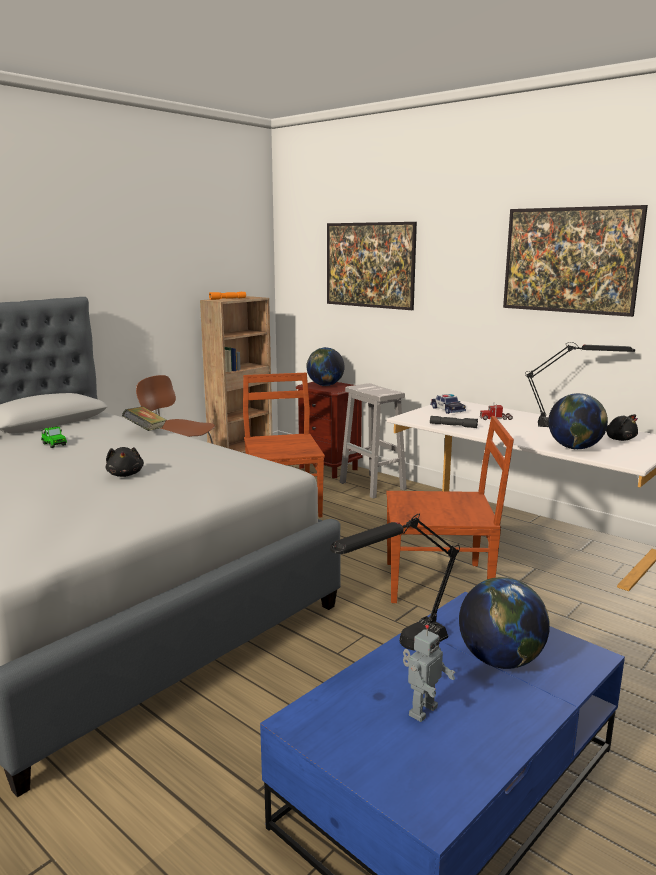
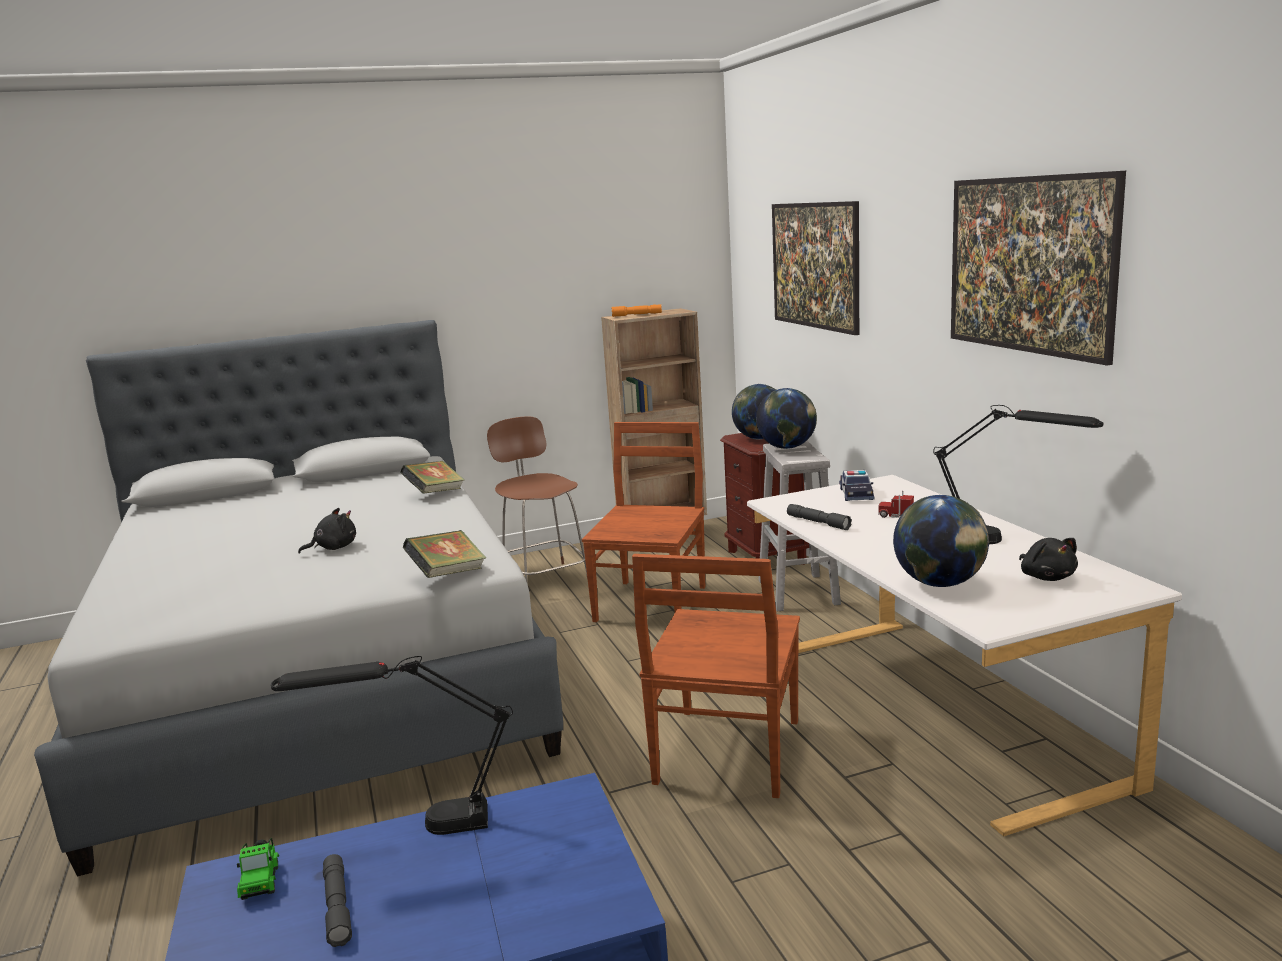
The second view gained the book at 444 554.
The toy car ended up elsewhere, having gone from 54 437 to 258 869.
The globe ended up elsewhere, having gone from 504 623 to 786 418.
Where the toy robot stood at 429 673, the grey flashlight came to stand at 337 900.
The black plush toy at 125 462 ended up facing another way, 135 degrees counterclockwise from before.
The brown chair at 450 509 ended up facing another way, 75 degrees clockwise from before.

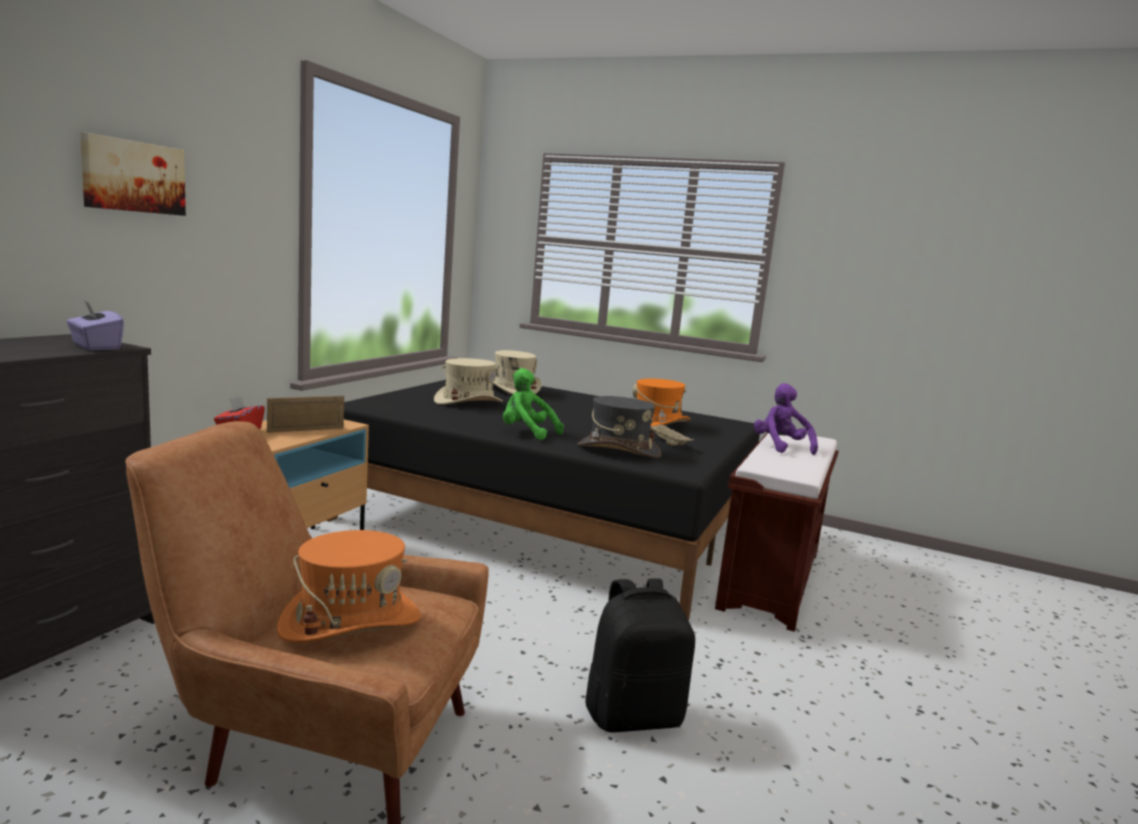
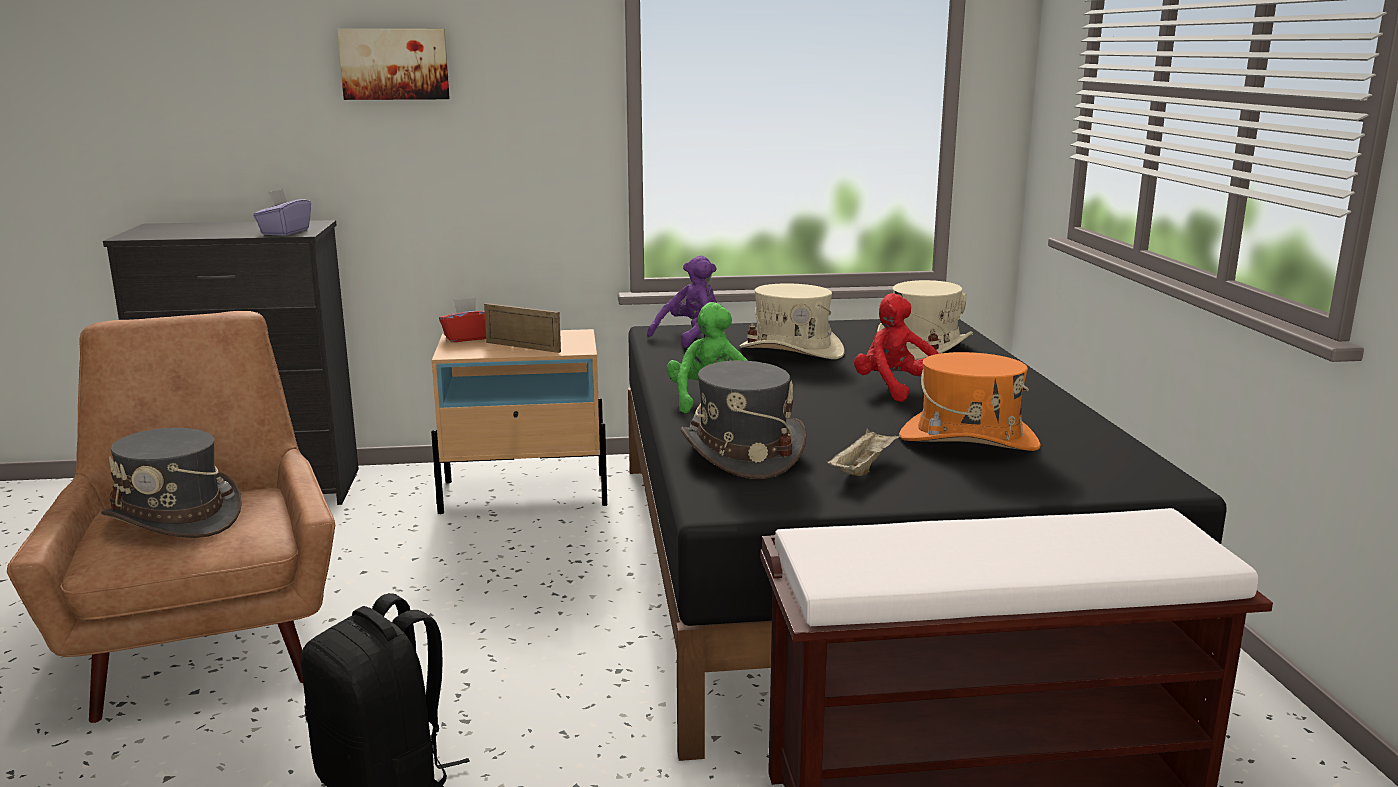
The second view gained the red plush toy at 896 347.
The purple plush toy ended up elsewhere, having gone from 786 419 to 682 302.
What was the orange hat at 349 586 turned into the grey hat at 171 483.

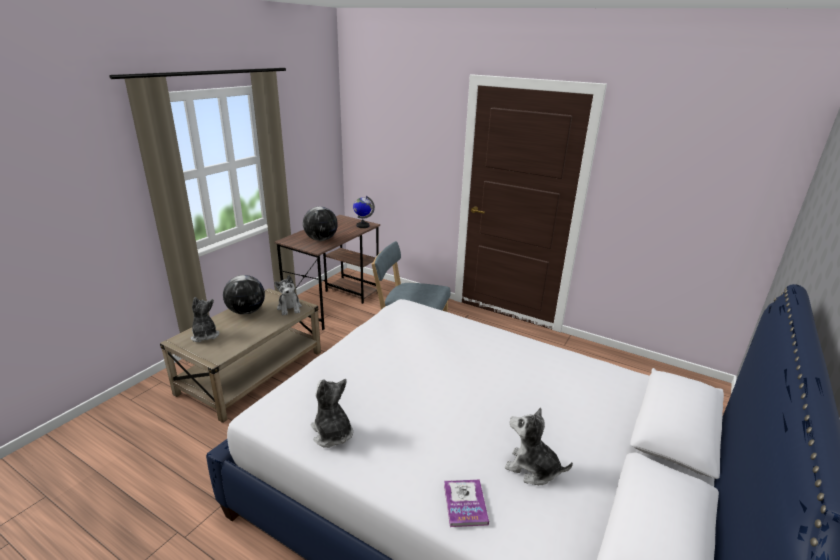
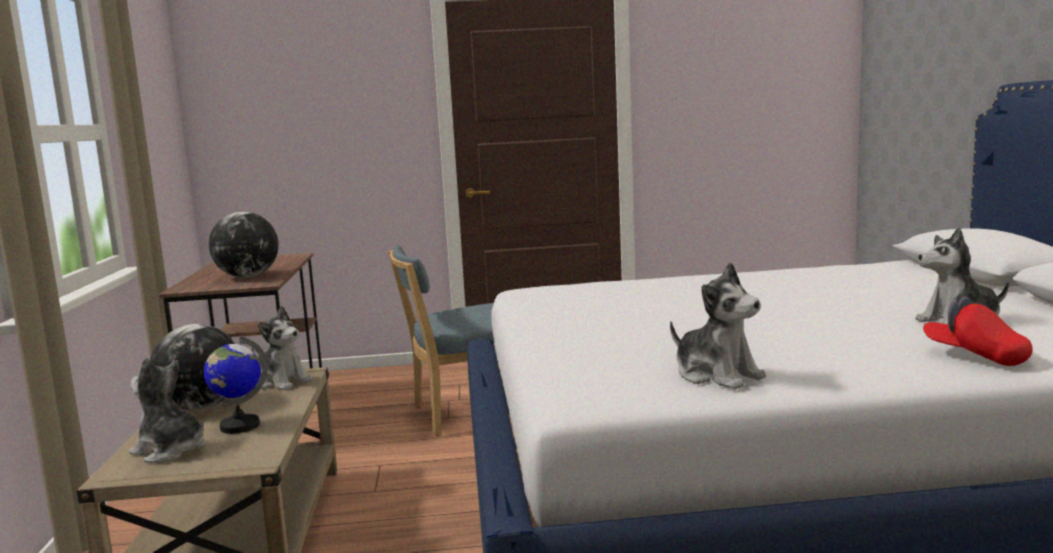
The globe ended up elsewhere, having gone from 364 212 to 236 385.
Where the book stood at 466 503, the red cap came to stand at 977 331.
The plush toy at 332 413 ended up facing another way, 150 degrees counterclockwise from before.

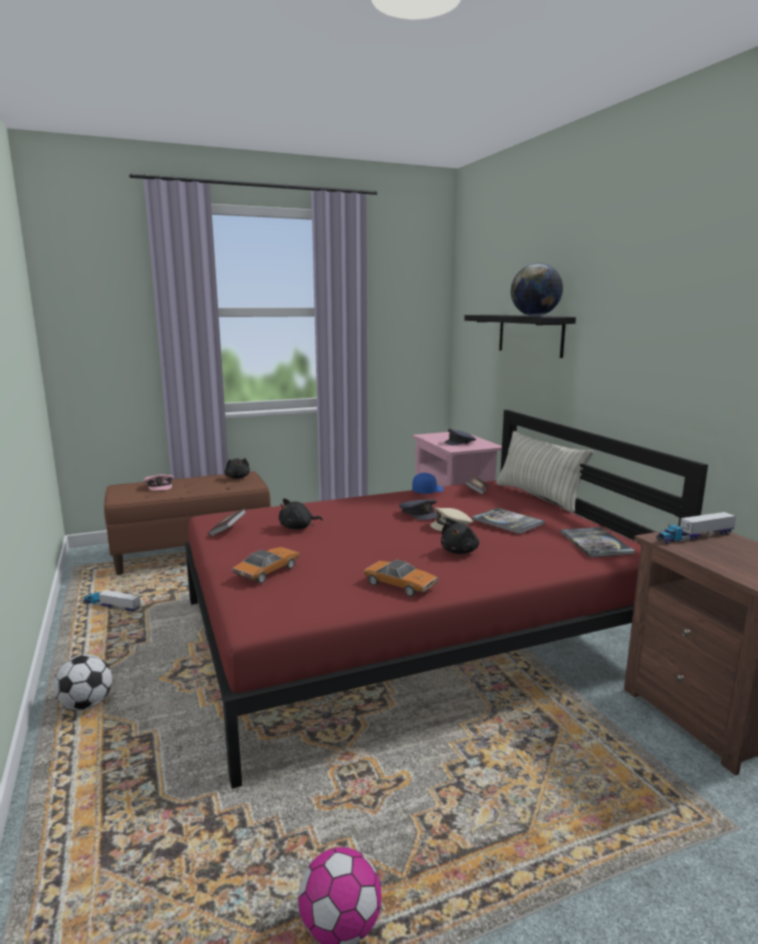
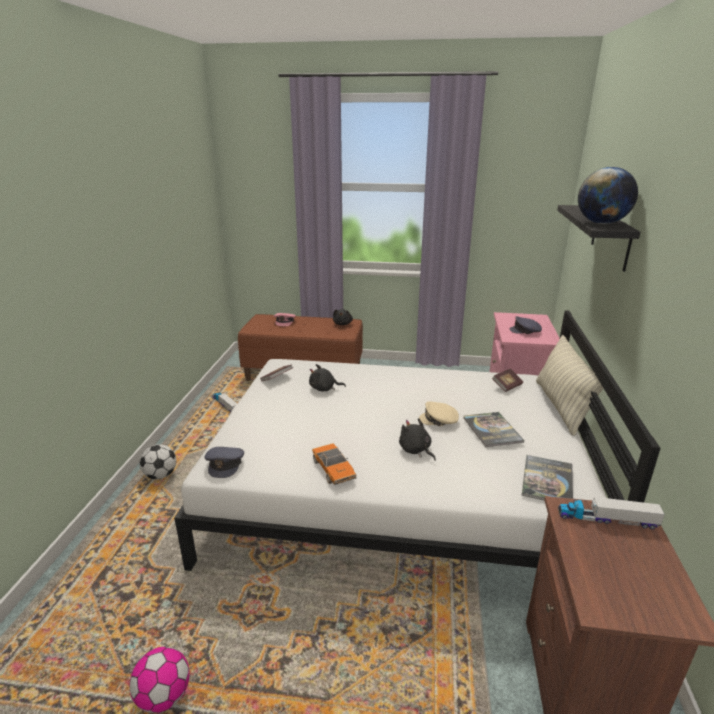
The second view lost the toy car at 265 565.
The second view lost the blue cap at 428 483.
The grey cap ended up elsewhere, having gone from 418 509 to 224 462.
What was the red bed at 446 599 turned into the white bed at 417 440.
The black plush toy at 460 538 ended up facing another way, 90 degrees clockwise from before.

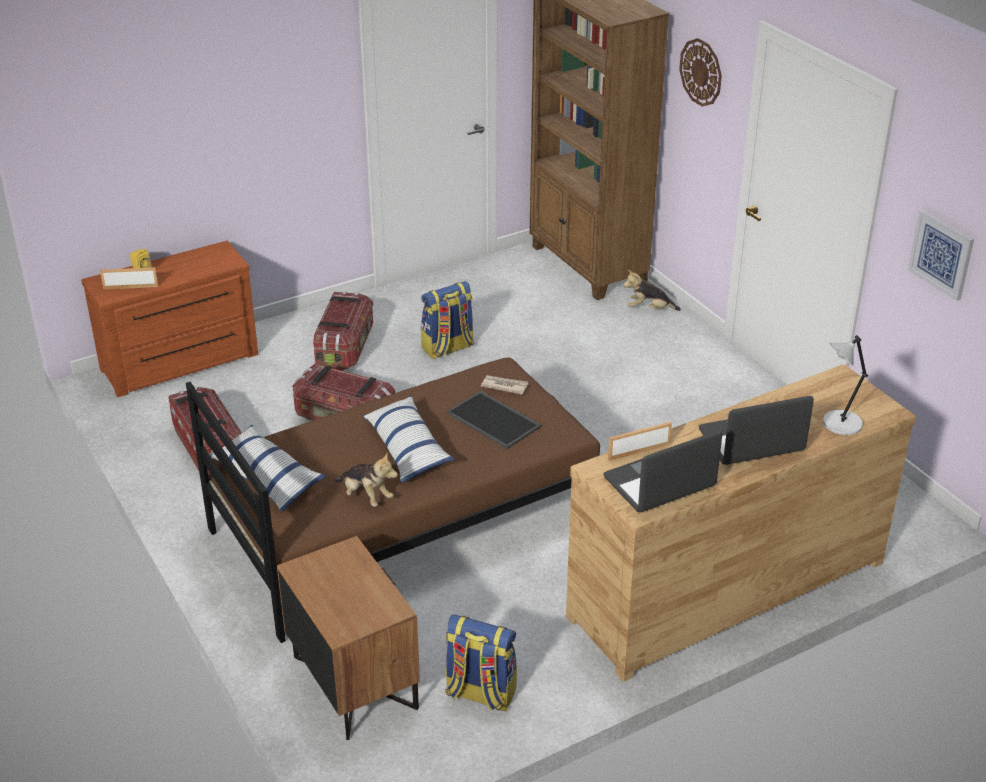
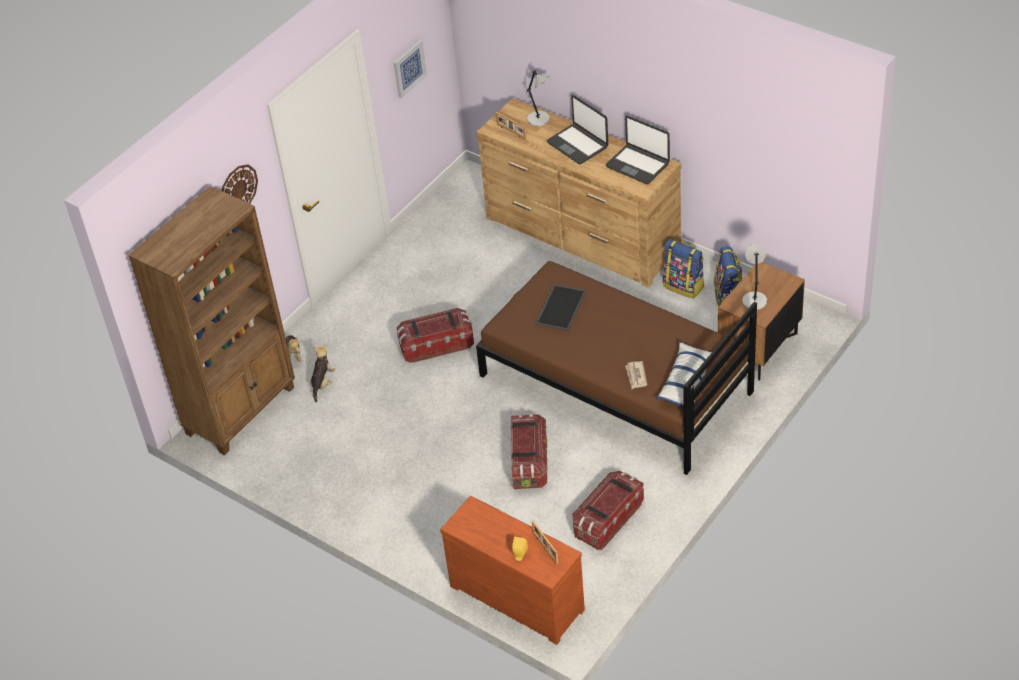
The second view lost the pillow at 409 439.
The second view gained the grey table lamp at 754 277.
The storage box ended up elsewhere, having gone from 343 330 to 435 335.
The plush toy ended up elsewhere, having gone from 366 480 to 322 373.
The backpack ended up elsewhere, having gone from 447 320 to 683 269.
The newspaper ended up elsewhere, having gone from 505 385 to 636 375.
The picture frame ended up elsewhere, having gone from 640 441 to 511 126.

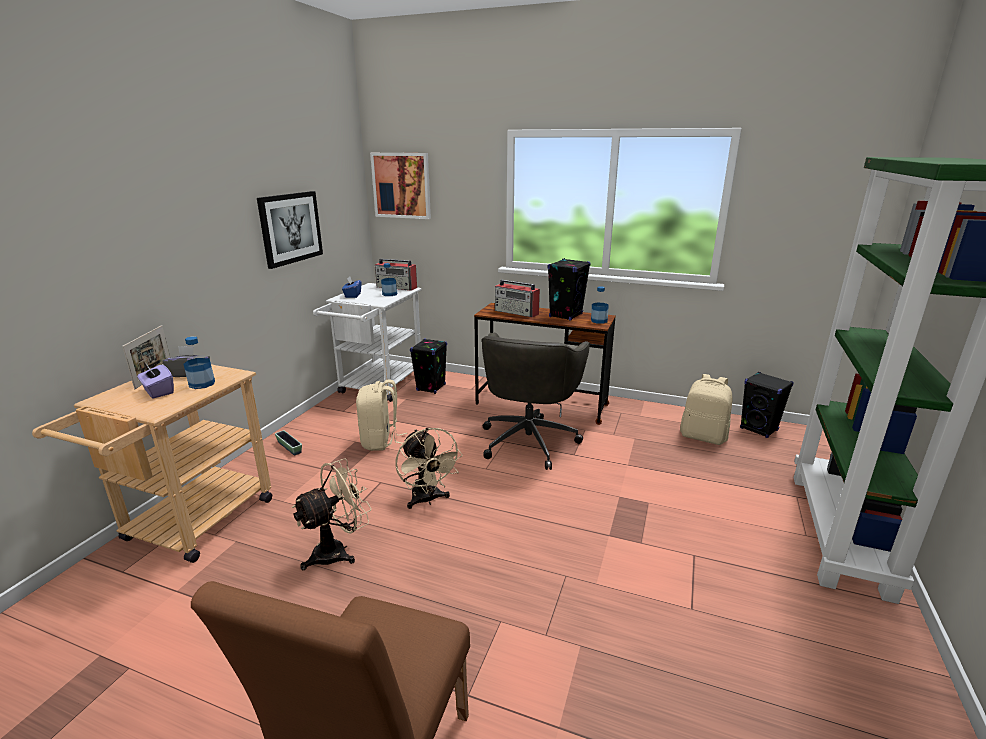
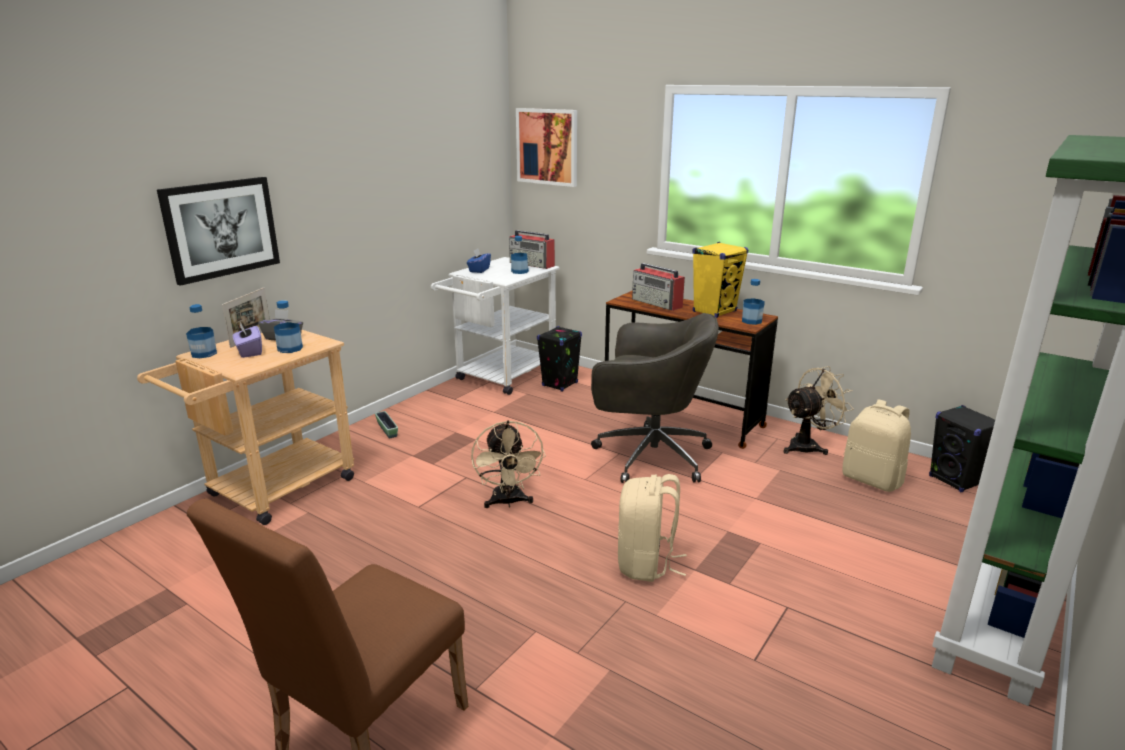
The second view gained the bottle at 201 331.
The picture ended up elsewhere, having gone from 290 230 to 218 231.
The beige fan ended up elsewhere, having gone from 332 514 to 818 410.
The beige backpack ended up elsewhere, having gone from 381 415 to 652 528.
What was the black speaker at 569 289 turned into the yellow speaker at 721 280.
The grey office chair at 535 401 ended up facing another way, 105 degrees counterclockwise from before.

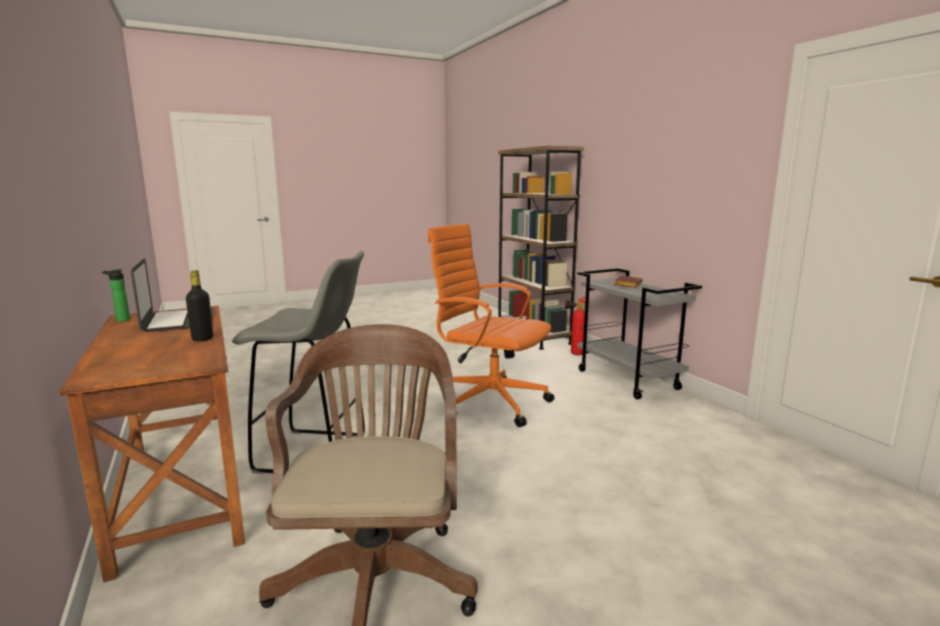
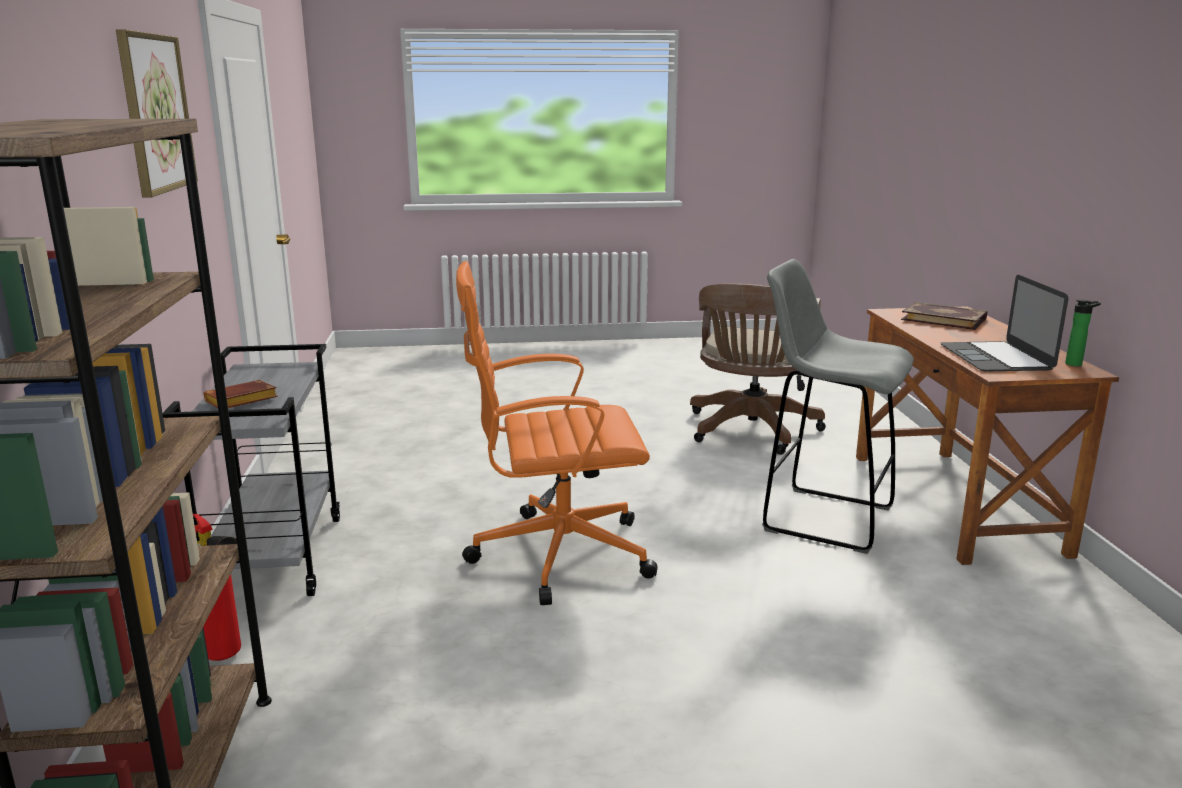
The second view lost the black bottle at 199 305.
The second view gained the picture at 157 114.
The second view gained the book at 944 316.
The orange office chair at 491 325 ended up facing another way, 120 degrees clockwise from before.

